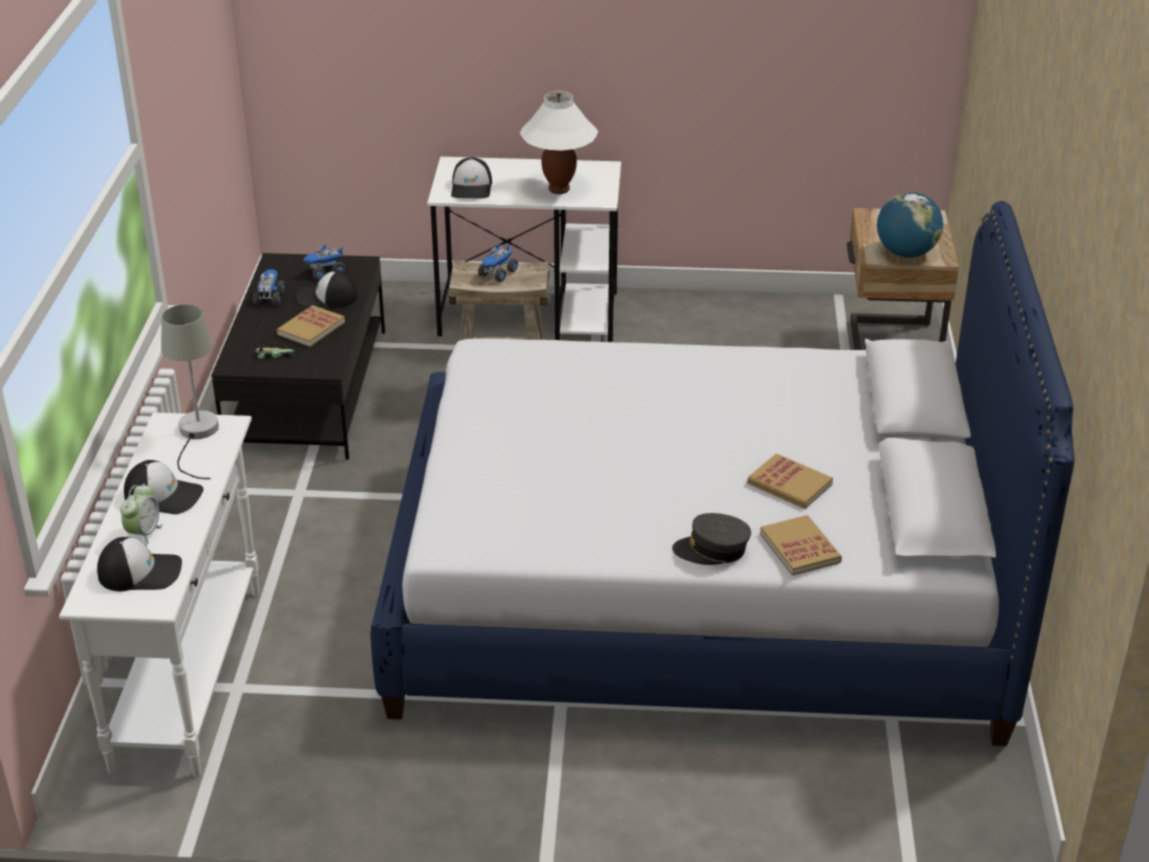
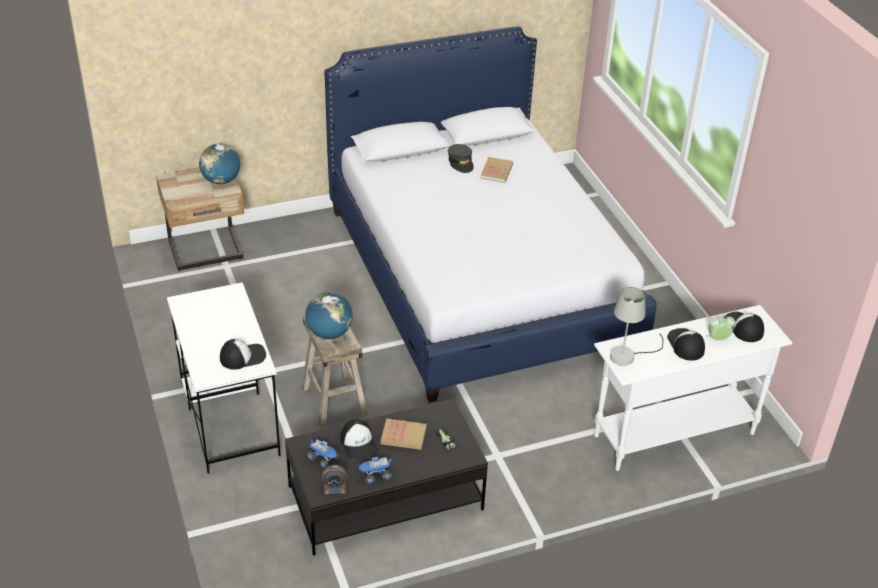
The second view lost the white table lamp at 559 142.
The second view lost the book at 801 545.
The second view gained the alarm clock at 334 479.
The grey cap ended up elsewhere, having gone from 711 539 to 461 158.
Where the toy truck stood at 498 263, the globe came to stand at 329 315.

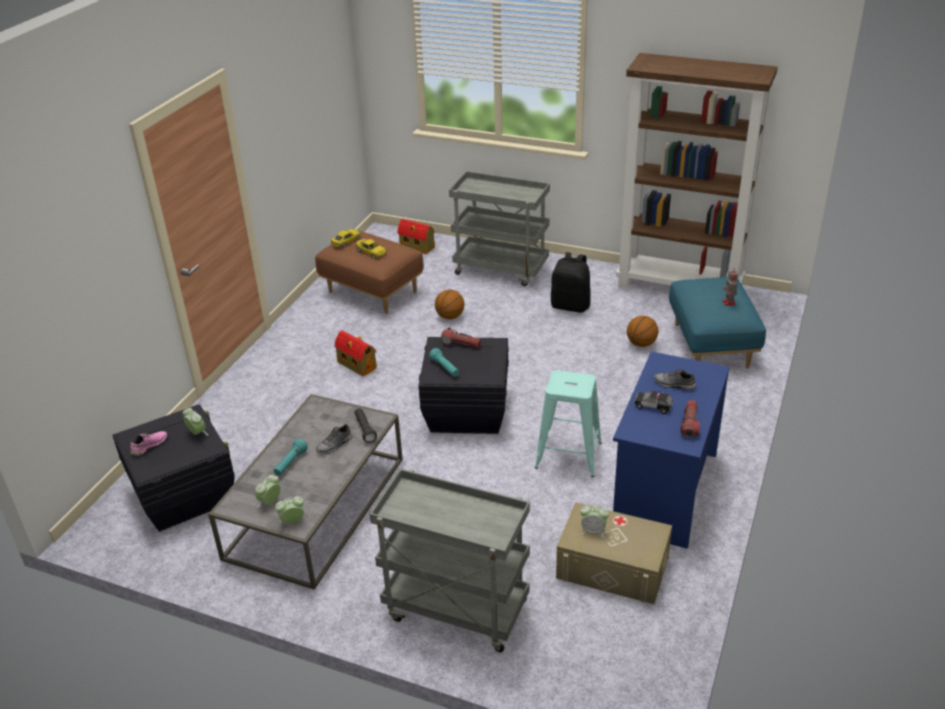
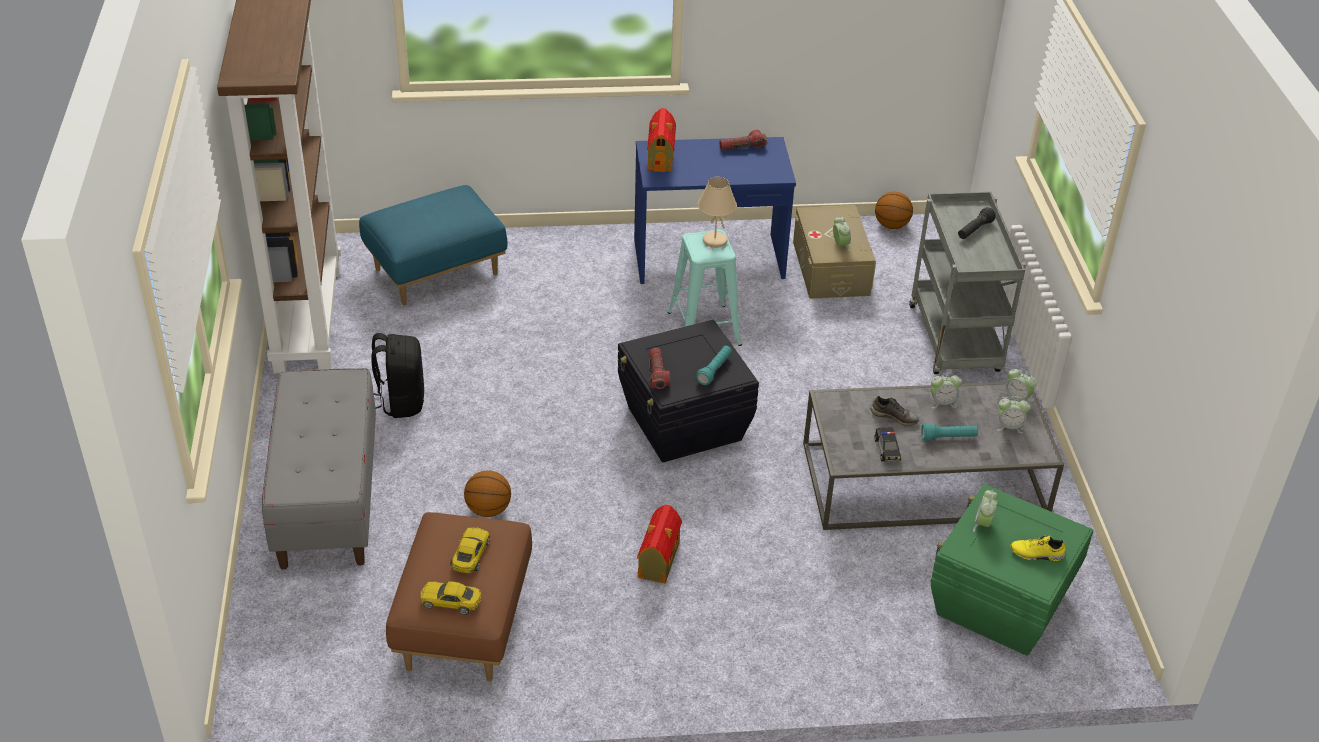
The second view lost the grey shoe at 675 379.
The second view lost the toy robot at 730 287.
The second view gained the beige table lamp at 717 212.
The second view gained the alarm clock at 946 391.
The black flashlight ended up elsewhere, having gone from 365 425 to 977 223.
The toy house ended up elsewhere, having gone from 416 236 to 661 140.
The basketball ended up elsewhere, having gone from 642 331 to 894 210.
The toy car ended up elsewhere, having gone from 653 402 to 887 444.
Where the grey cart stood at 499 228, the grey bench came to stand at 319 469.
What was the black storage box at 173 468 turned into the green storage box at 1012 570.
What was the pink shoe at 148 443 turned into the yellow shoe at 1038 548.

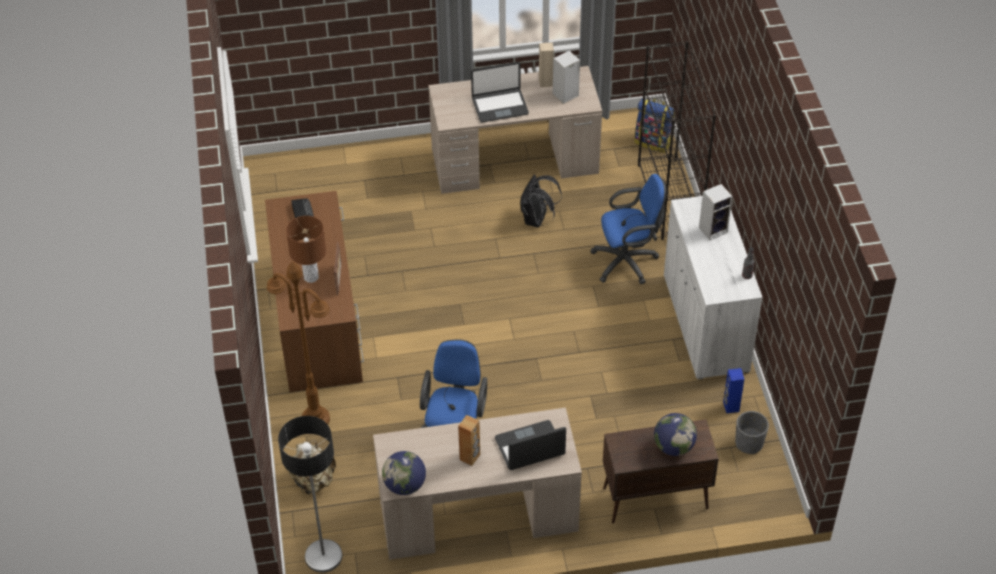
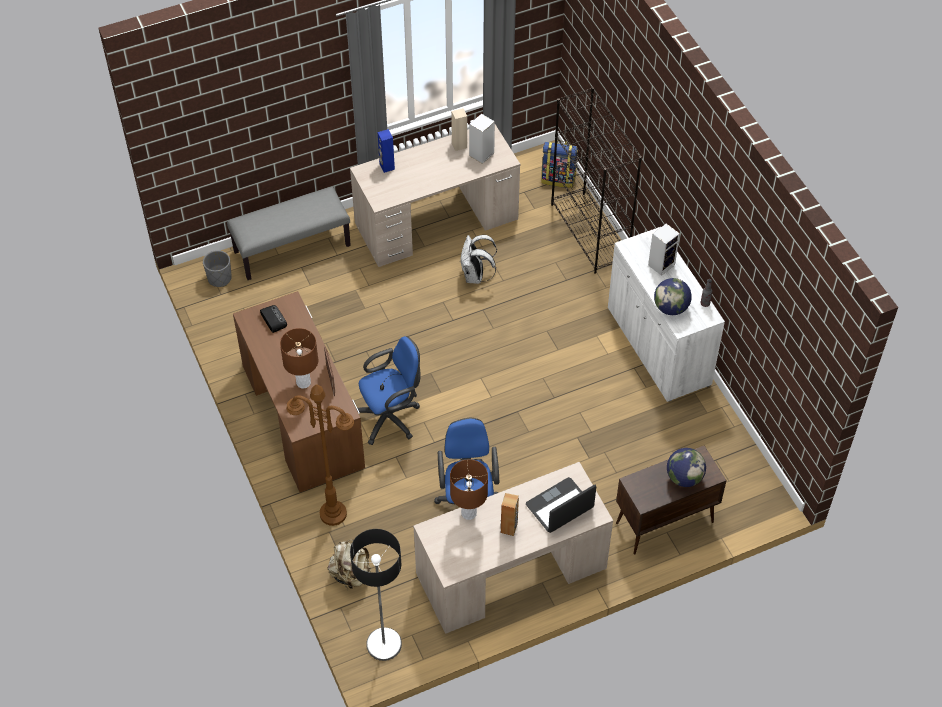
The second view lost the laptop at 500 92.
The second view gained the grey bench at 289 233.
The second view gained the brown table lamp at 469 489.
The globe ended up elsewhere, having gone from 404 473 to 673 296.
The blue office chair ended up elsewhere, having gone from 629 229 to 389 390.
The blue speaker ended up elsewhere, having gone from 733 390 to 386 151.
The grey planter ended up elsewhere, having gone from 752 432 to 217 268.
What was the black backpack at 541 200 turned into the white backpack at 478 259.

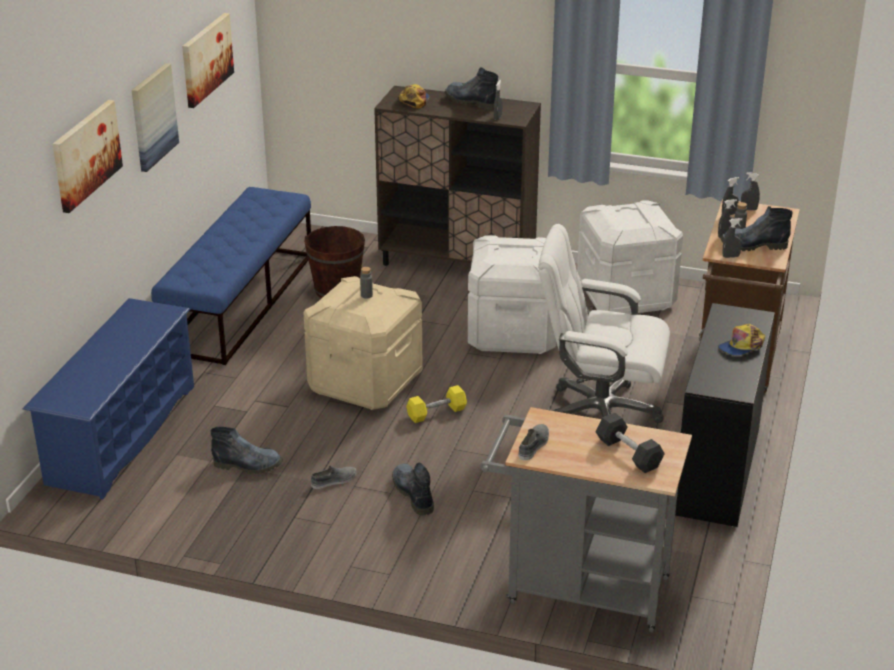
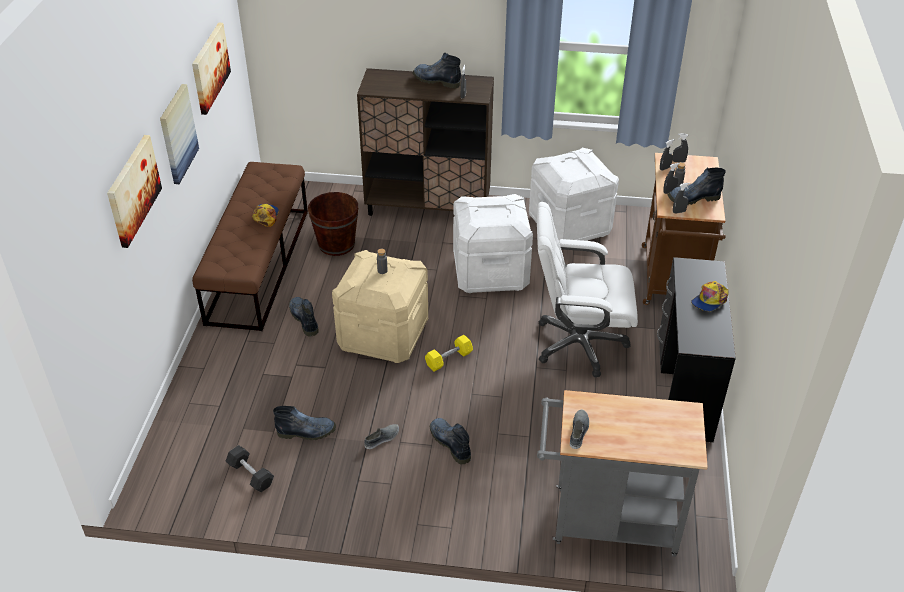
The second view lost the blue shoe rack at 108 398.
The second view gained the boot at 304 316.
The cap ended up elsewhere, having gone from 414 96 to 265 215.
The grey dumbbell ended up elsewhere, having gone from 630 443 to 250 468.
What was the blue bench at 231 276 turned into the brown bench at 250 246.

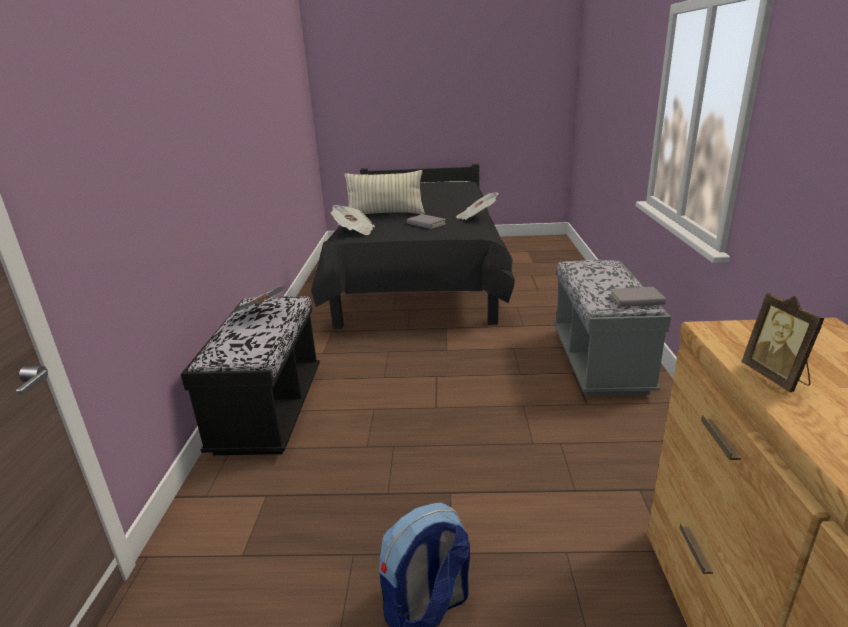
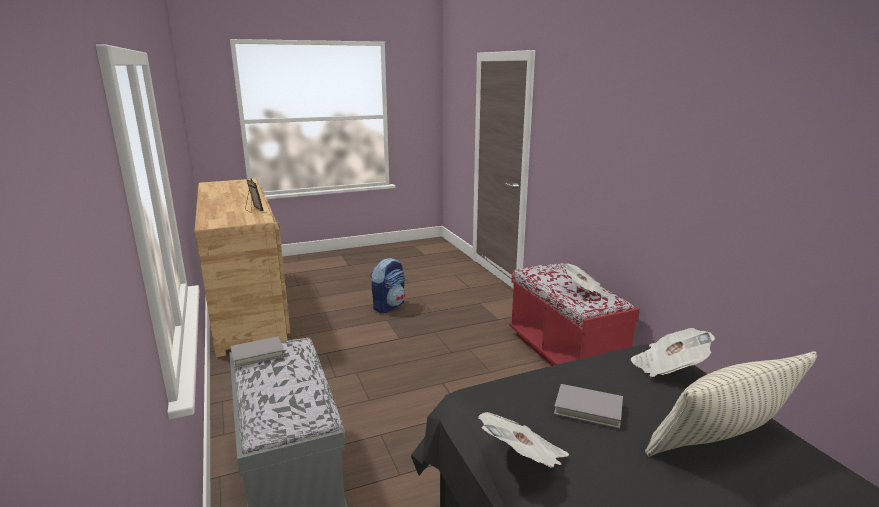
What was the black bench at 250 375 turned into the red bench at 574 315.

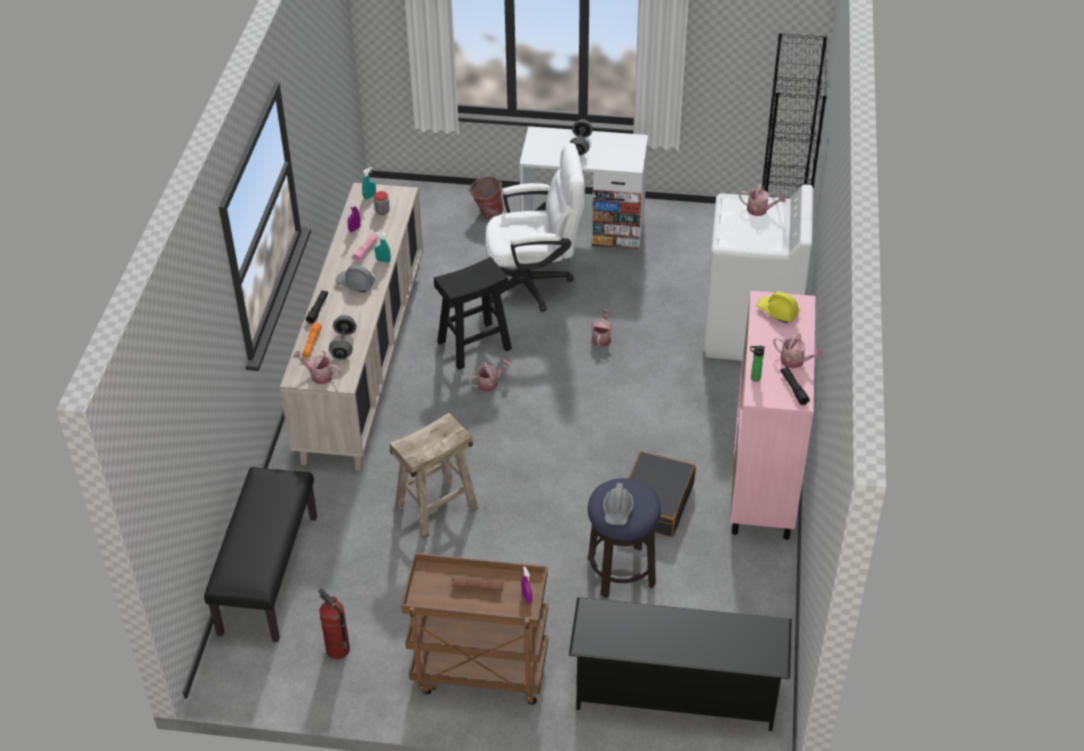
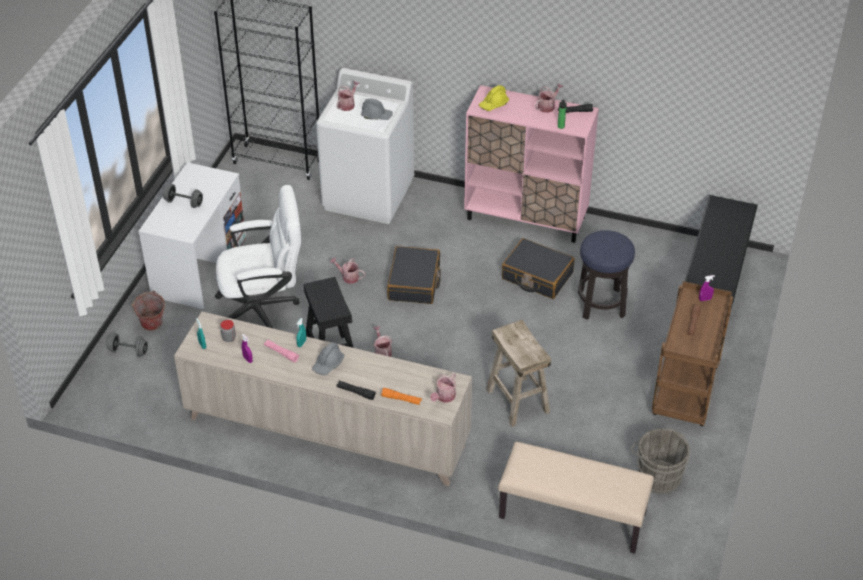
The second view gained the black suitcase at 414 275.
The grey dumbbell ended up elsewhere, having gone from 342 337 to 127 345.
The grey hard hat ended up elsewhere, having gone from 618 504 to 377 109.
Where the fire extinguisher stood at 334 623, the grey bucket came to stand at 660 461.
What was the black bench at 260 554 turned into the beige bench at 576 497.
The white office chair at 535 227 ended up facing another way, 75 degrees clockwise from before.

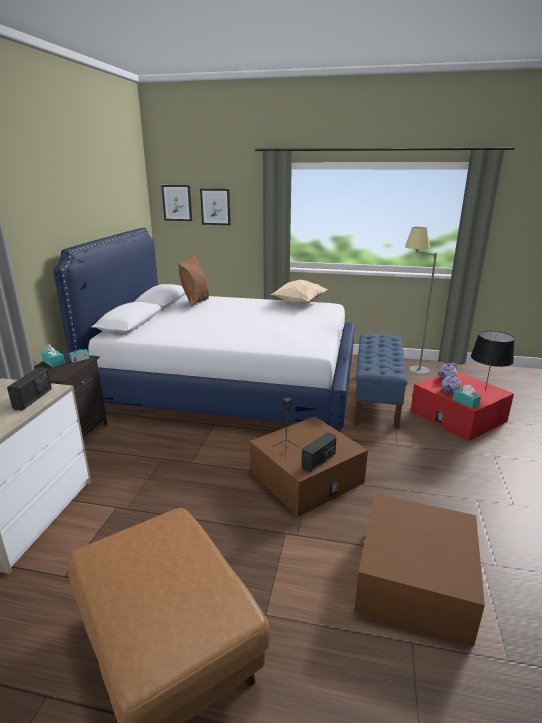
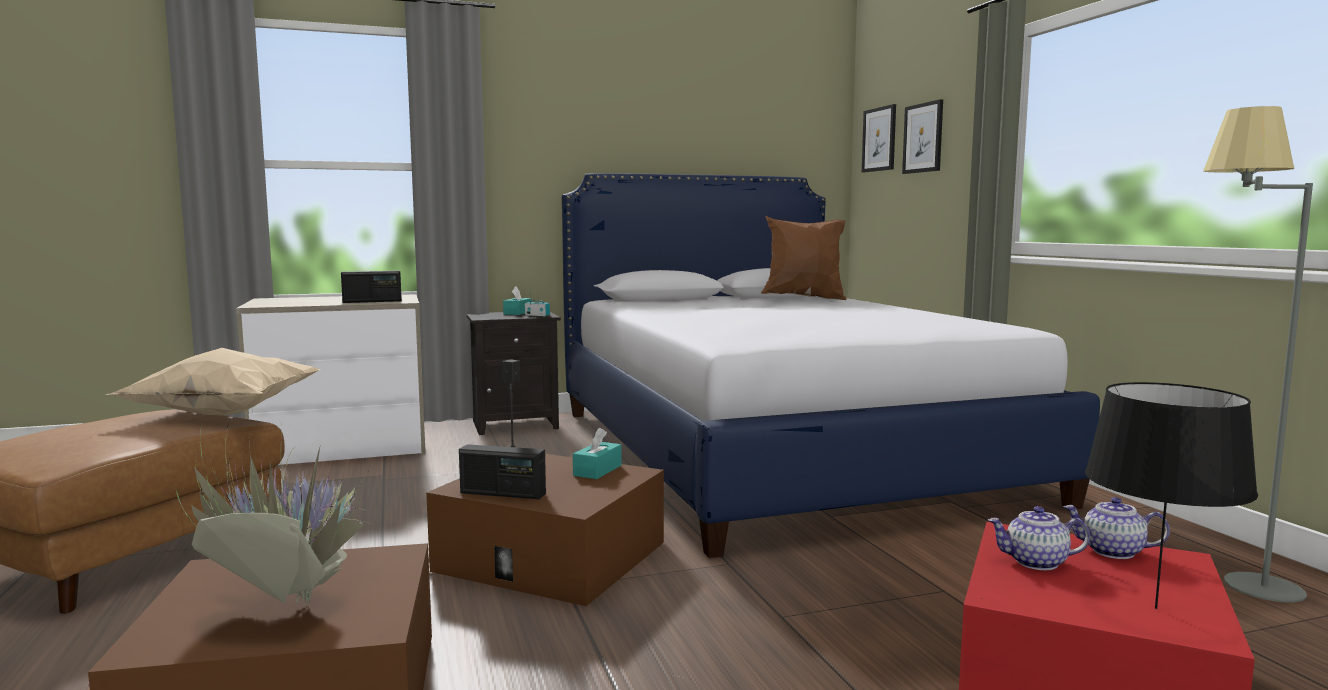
The second view lost the blue bench at 381 381.
The second view gained the potted plant at 275 511.
The beige pillow ended up elsewhere, having gone from 299 292 to 213 381.
The turquoise tissue box ended up elsewhere, having gone from 467 396 to 597 453.

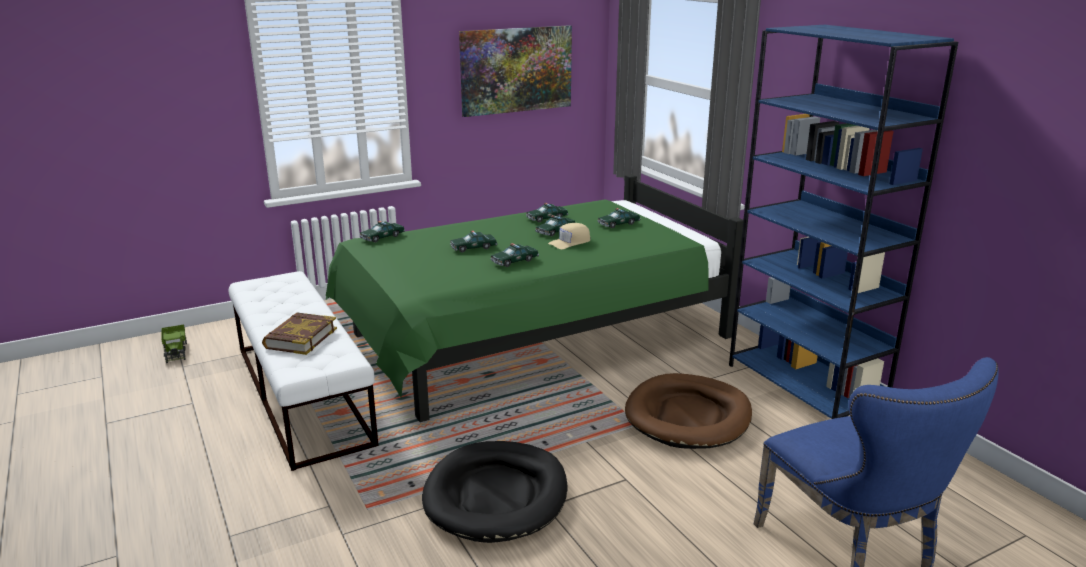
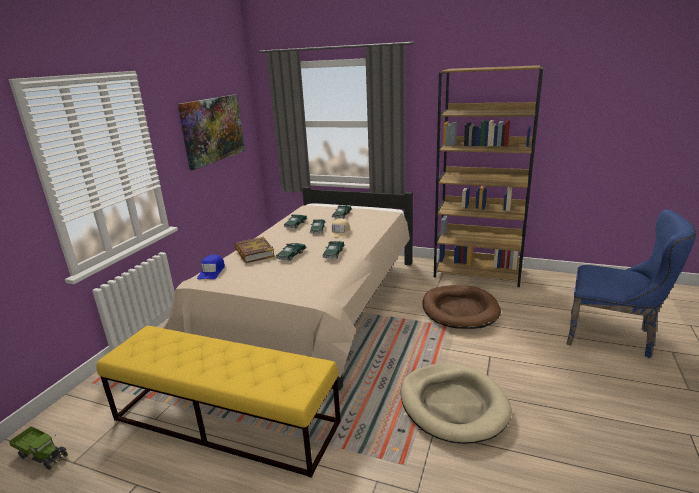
The book ended up elsewhere, having gone from 299 333 to 255 250.
Where the toy car stood at 382 231, the blue cap came to stand at 211 267.
What was the white bench at 303 371 turned into the yellow bench at 219 402.
What was the green bed at 534 298 turned into the beige bed at 289 288.
What was the black dog bed at 495 492 turned into the beige dog bed at 456 403.
What was the blue bookcase at 843 222 turned into the brown bookcase at 488 176.

